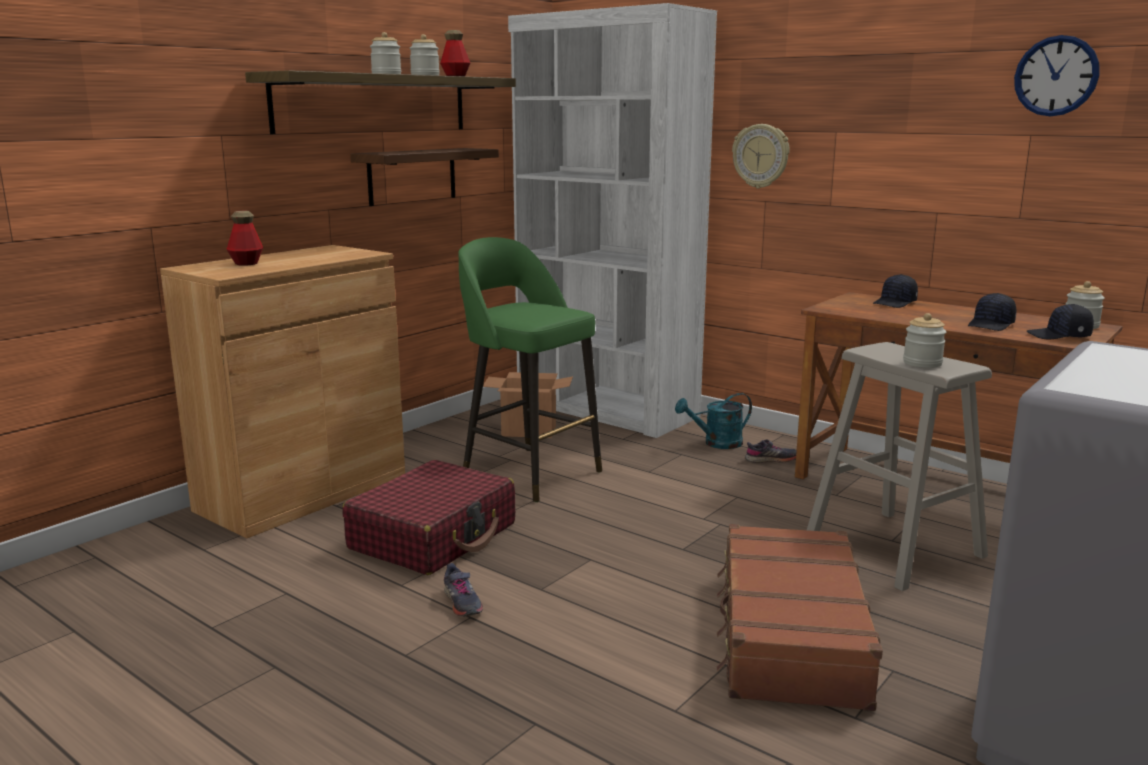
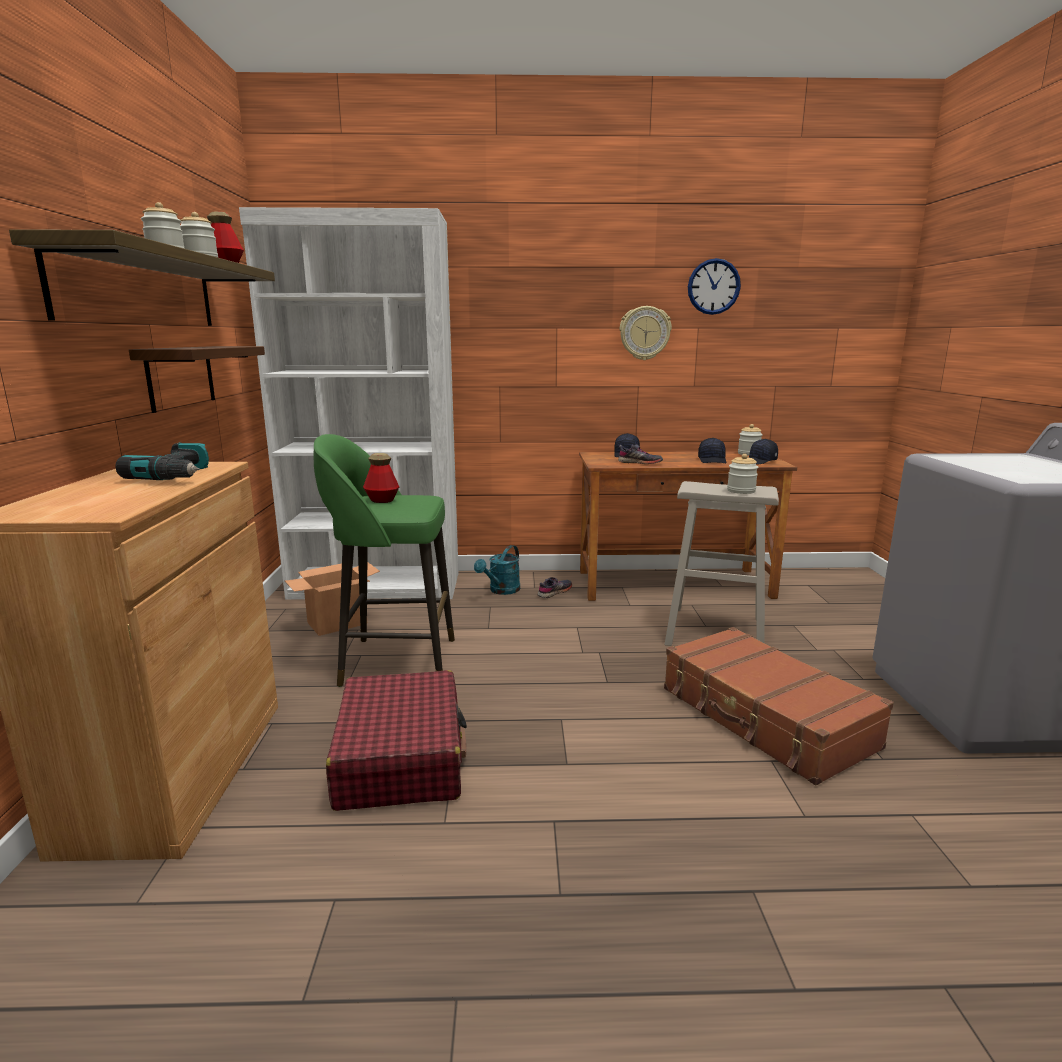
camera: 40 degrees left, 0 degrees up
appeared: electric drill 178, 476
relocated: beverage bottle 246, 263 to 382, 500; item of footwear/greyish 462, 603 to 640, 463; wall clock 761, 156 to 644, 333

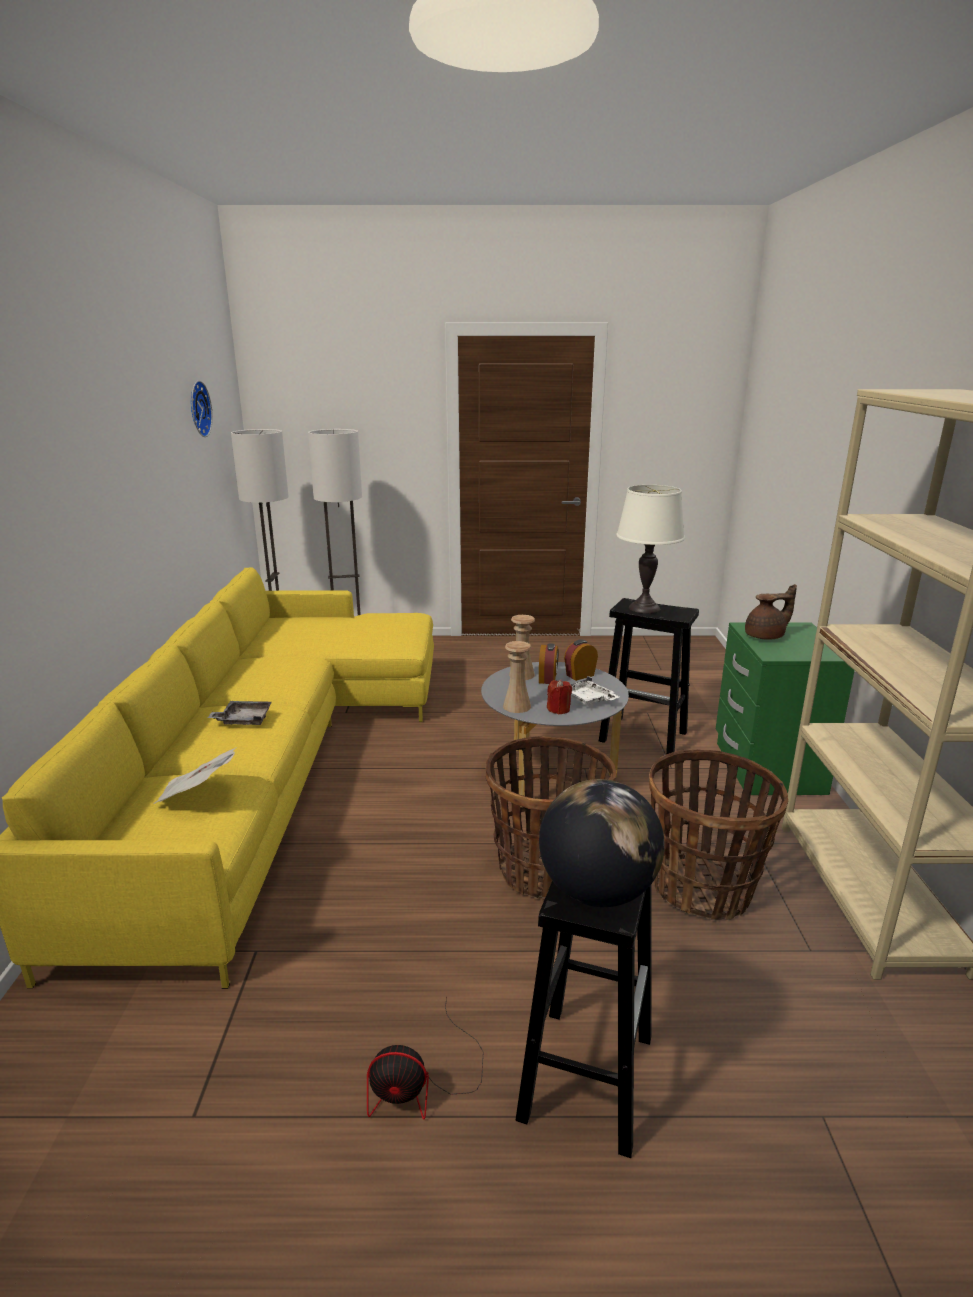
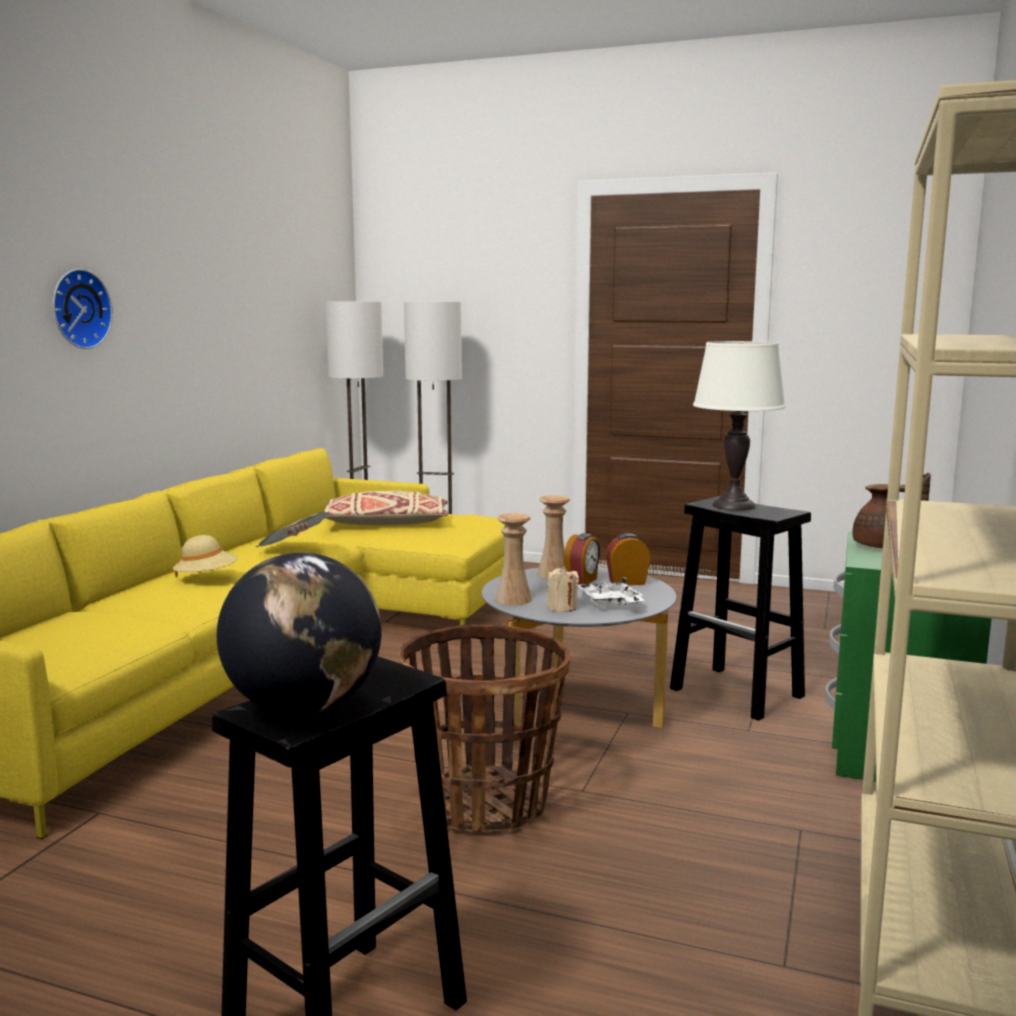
camera: 20 degrees right, 10 degrees down
missing: fan 422, 1084; basket 702, 888
appeared: pillow/sand-coloured 385, 523
relocated: newspaper 198, 794 to 293, 549; wall clock 197, 409 to 78, 309
exchanged: tray/greyish 244, 720 to hat/sand-coloured 206, 578
colour: candle/red 558, 709 to candle/sand-coloured 562, 607

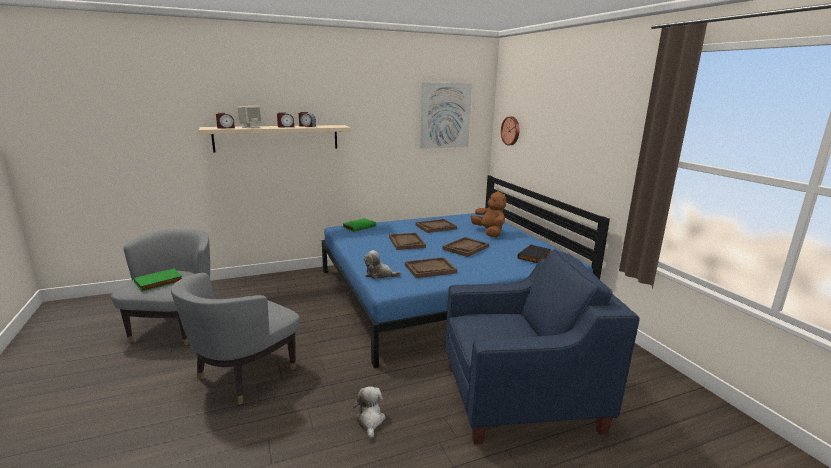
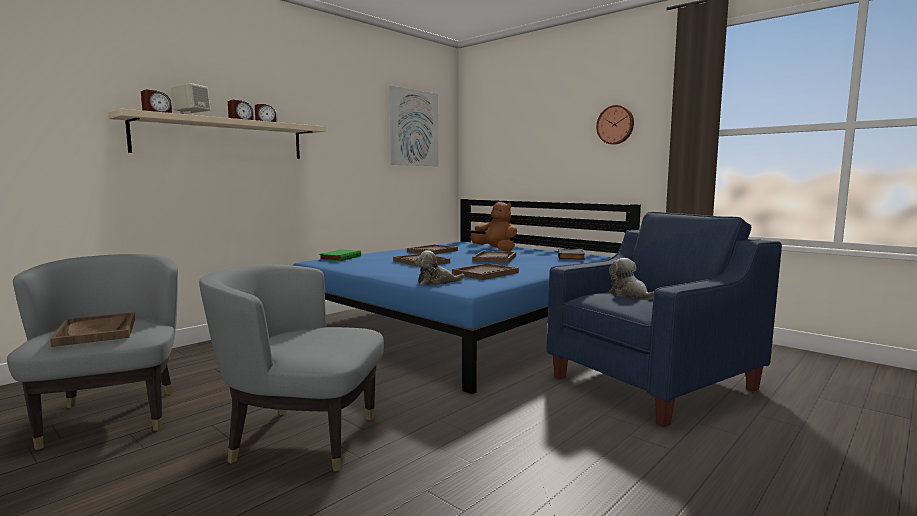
camera: 25 degrees left, 10 degrees down
relocated: plush toy 370, 421 to 630, 295; wall clock 511, 131 to 615, 125
exchanged: book/greenish 159, 282 to tray/brownish 97, 331
spun: armchair/greyish 244, 374 = 302, 438 90 degrees clockwise

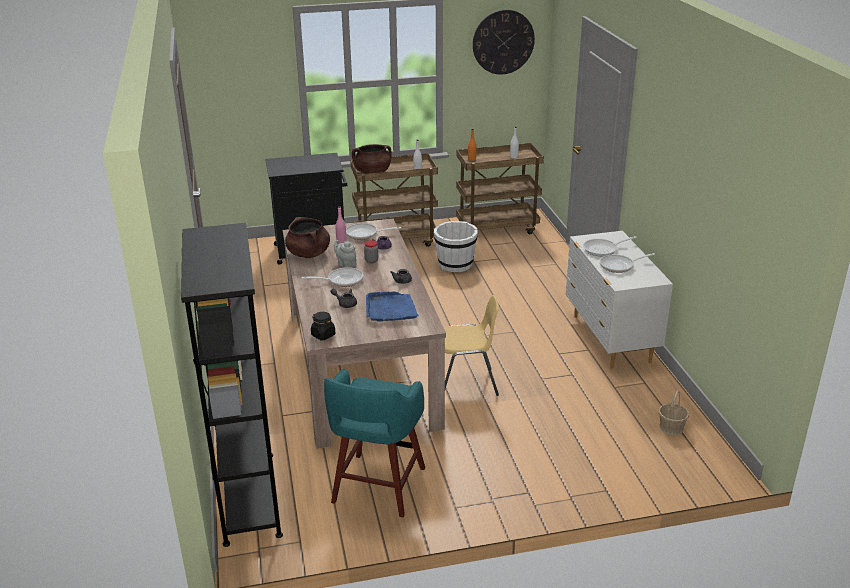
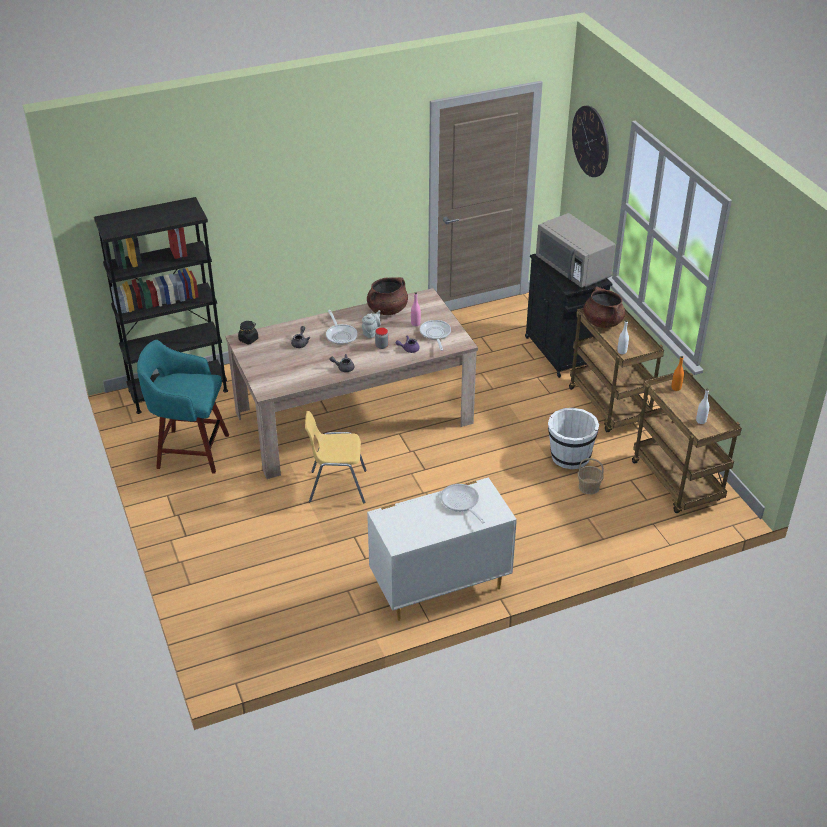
camera: 80 degrees right, 10 degrees up
missing: tray/blue 390, 309; pan 619, 266
appeared: microwave/greyish 573, 269
relocated: wall clock 503, 42 to 591, 141; basket 671, 427 to 589, 487
spun: plain chair/yellowish 467, 384 = 337, 486 105 degrees clockwise

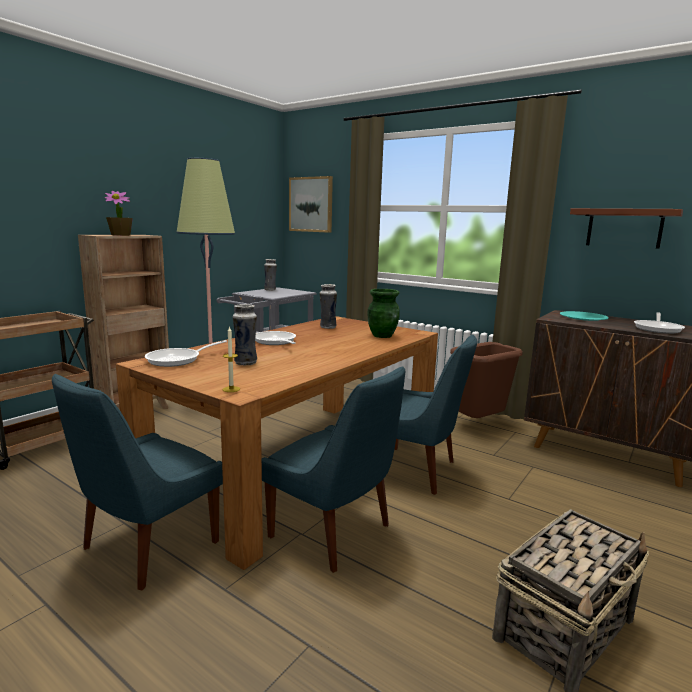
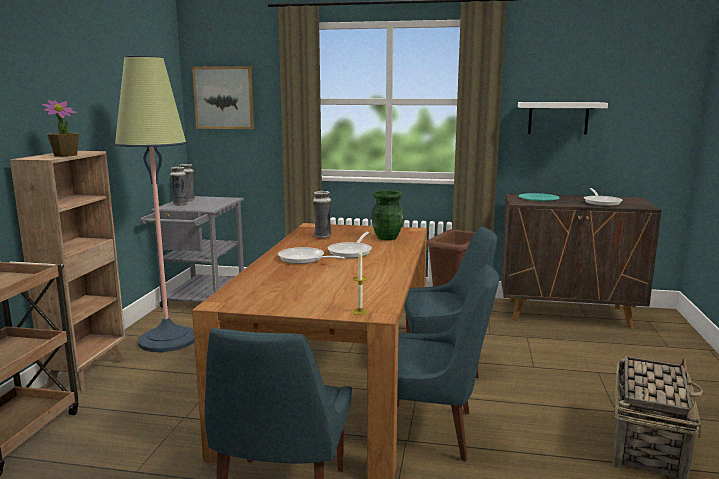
camera: 25 degrees left, 0 degrees up
relocated: pan 178, 360 to 352, 252; vase 245, 362 to 180, 204
colour: wall shelf/brownish 624, 228 to wall shelf/white 558, 118

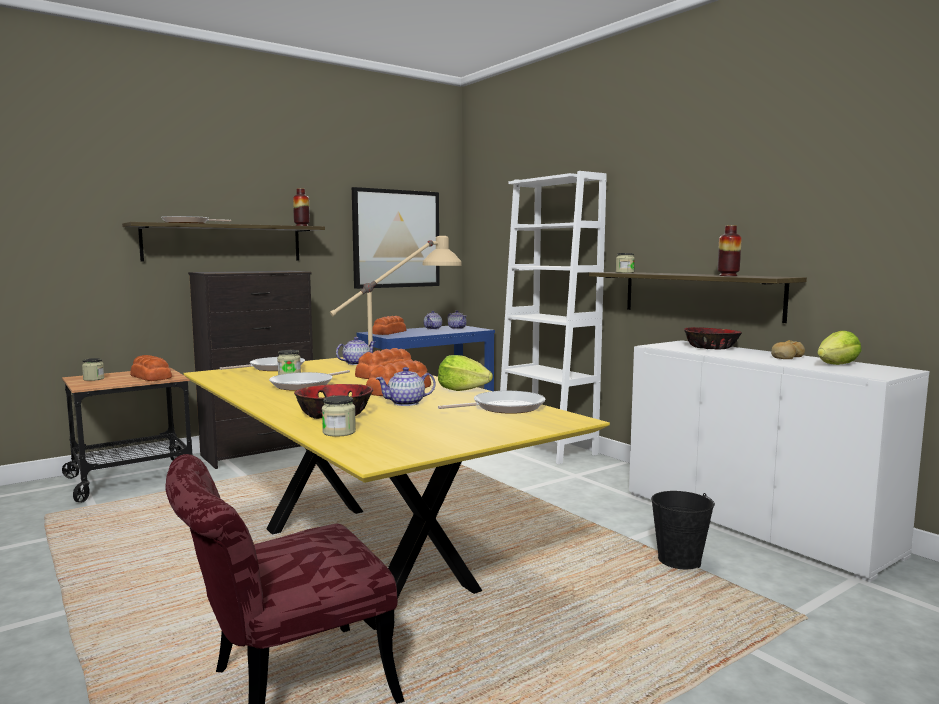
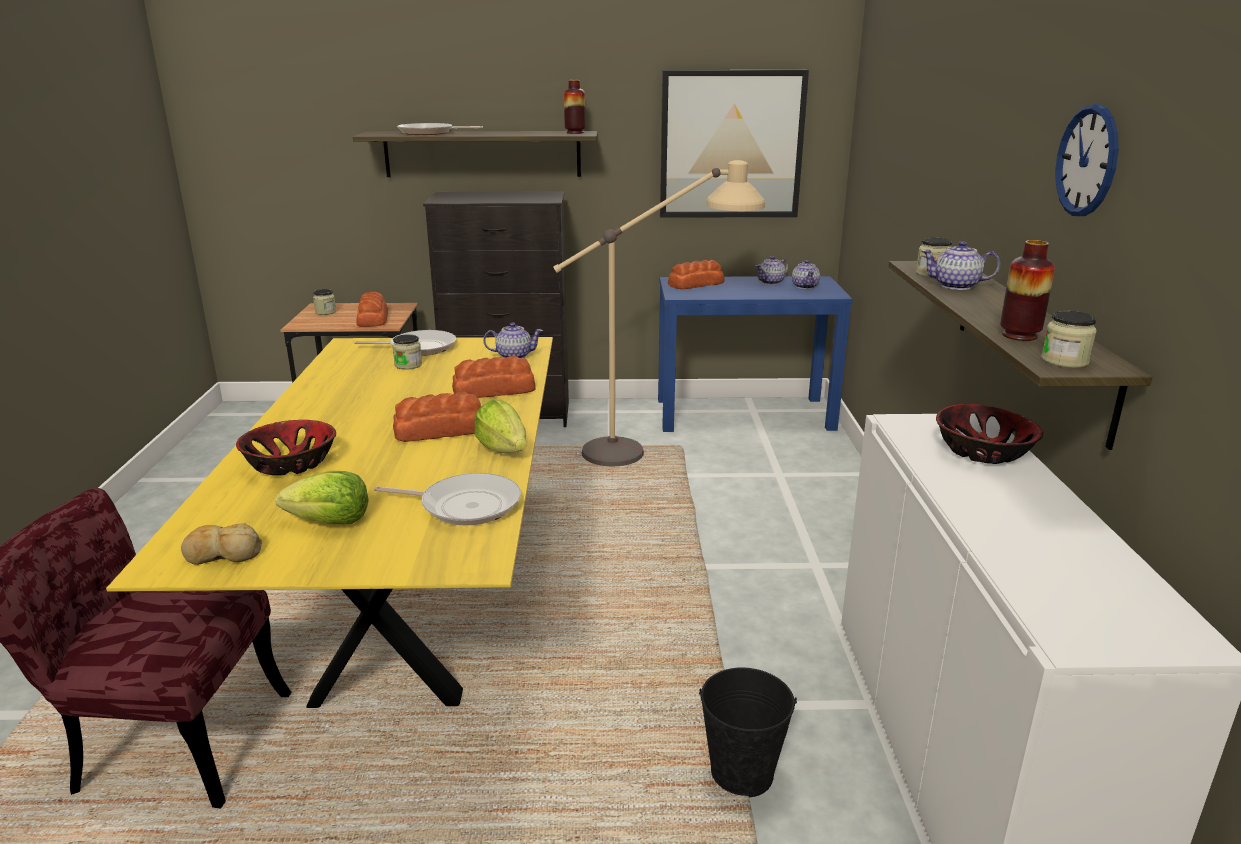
camera: 35 degrees right, 15 degrees up
missing: pan 305, 385; shelving unit/white 546, 448
appeared: wall clock 1087, 161
relocated: jar 339, 432 to 1064, 361; pot for tea 406, 403 to 956, 286; bread 787, 357 to 223, 554; head of lettuce 836, 365 to 330, 522

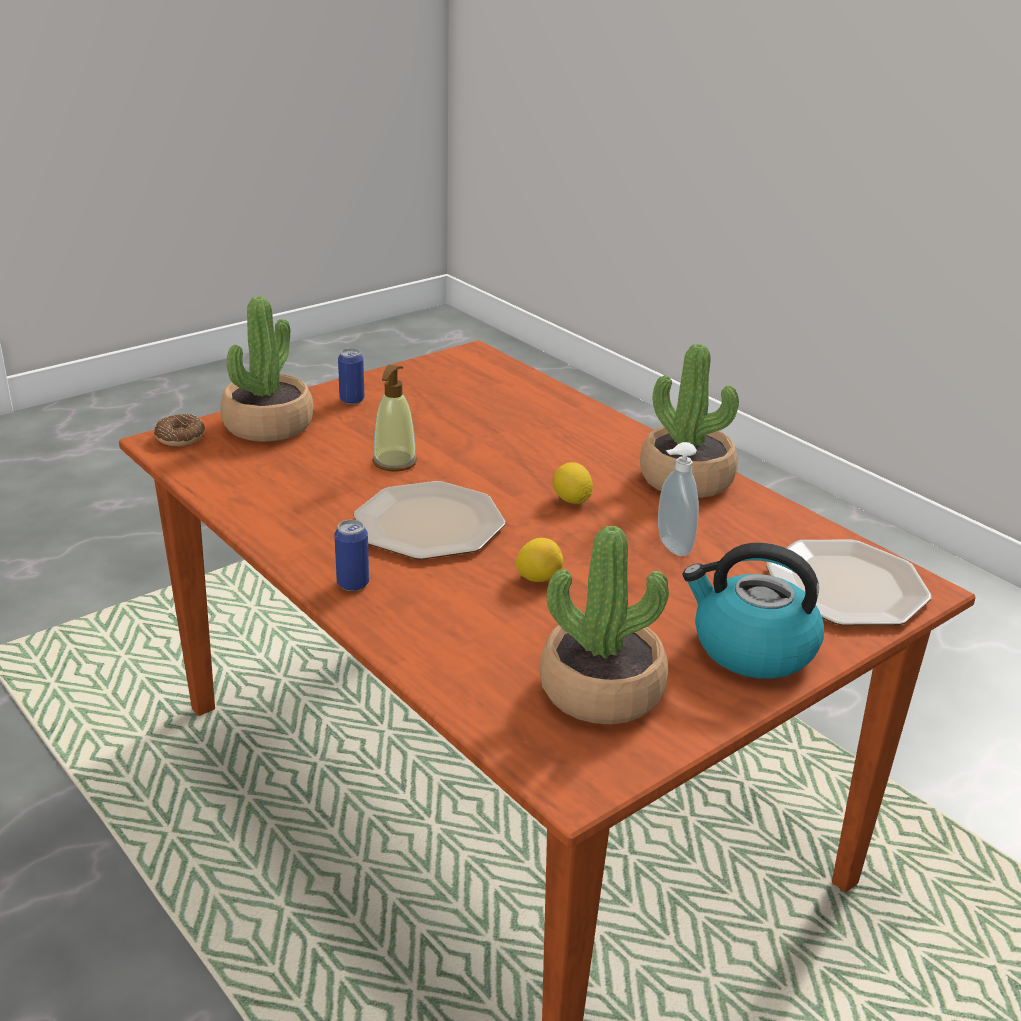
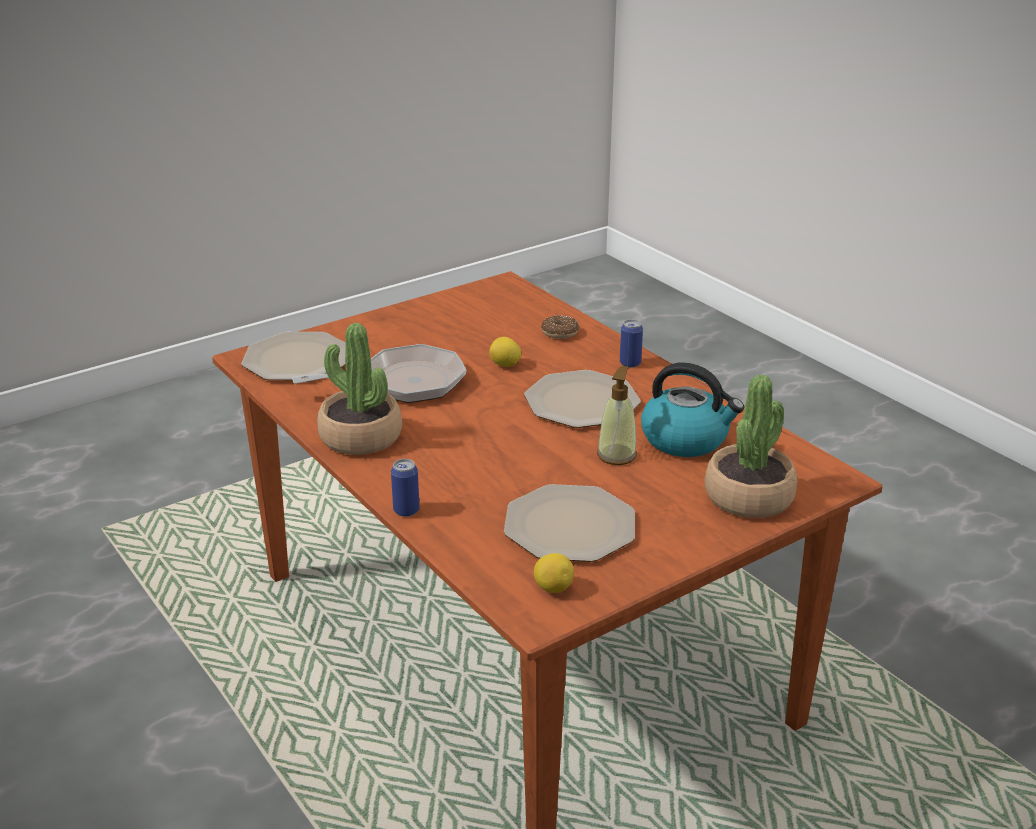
camera: 175 degrees left, 0 degrees up
missing: houseplant 601, 690
appeared: dinner plate 571, 526
relocated: donut 180, 438 to 560, 333; can 352, 400 to 406, 510; citrus fruit 571, 500 to 553, 588; kettle 751, 648 to 686, 439
exchanged: soap bottle 671, 547 to pan 403, 383

